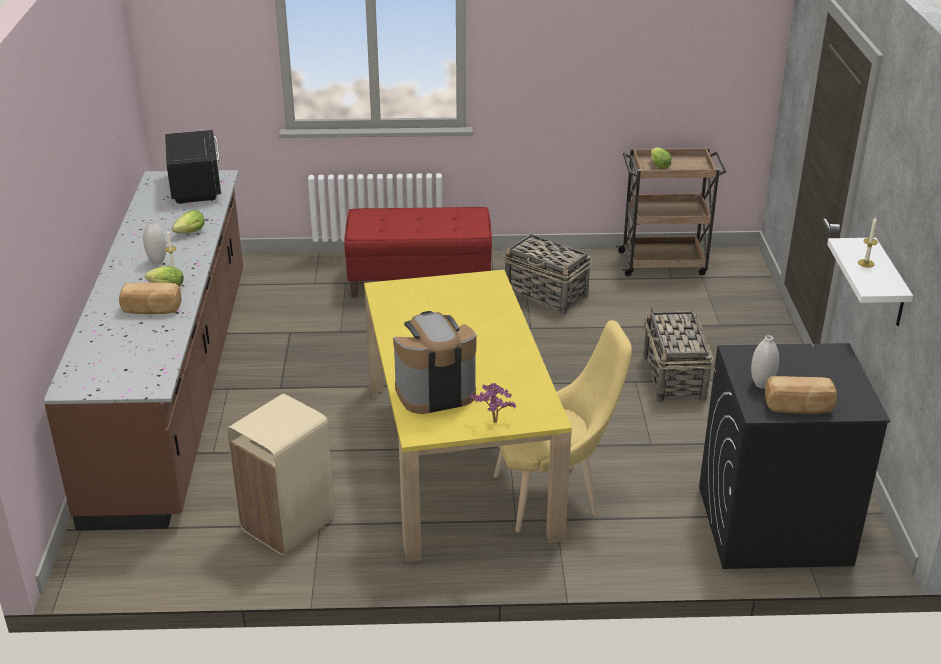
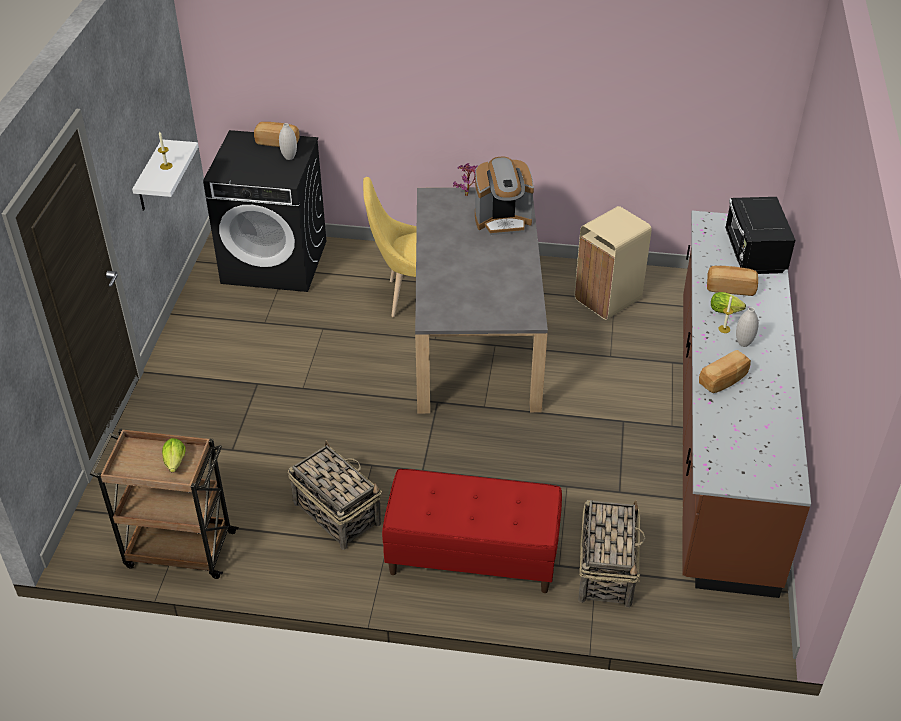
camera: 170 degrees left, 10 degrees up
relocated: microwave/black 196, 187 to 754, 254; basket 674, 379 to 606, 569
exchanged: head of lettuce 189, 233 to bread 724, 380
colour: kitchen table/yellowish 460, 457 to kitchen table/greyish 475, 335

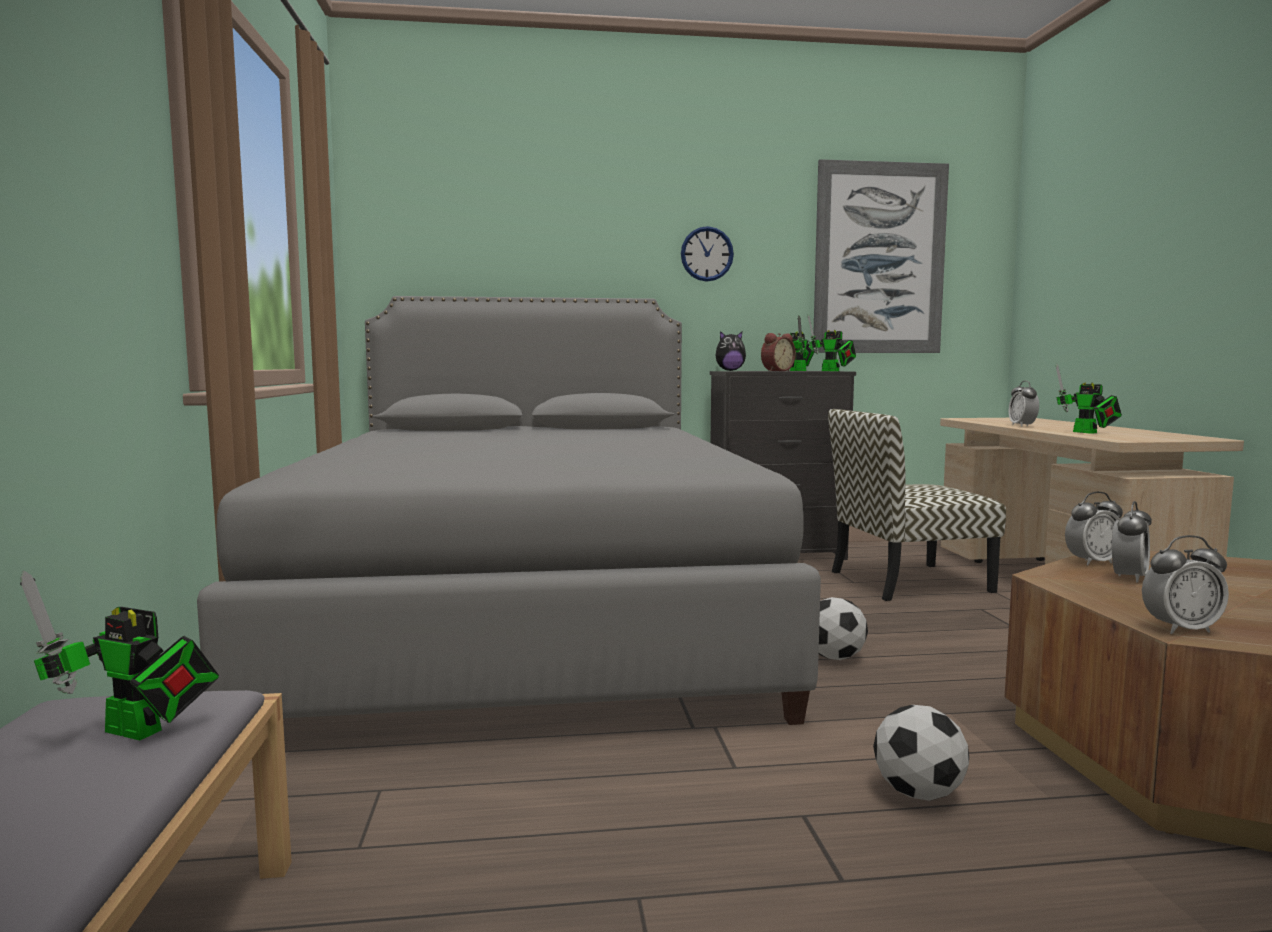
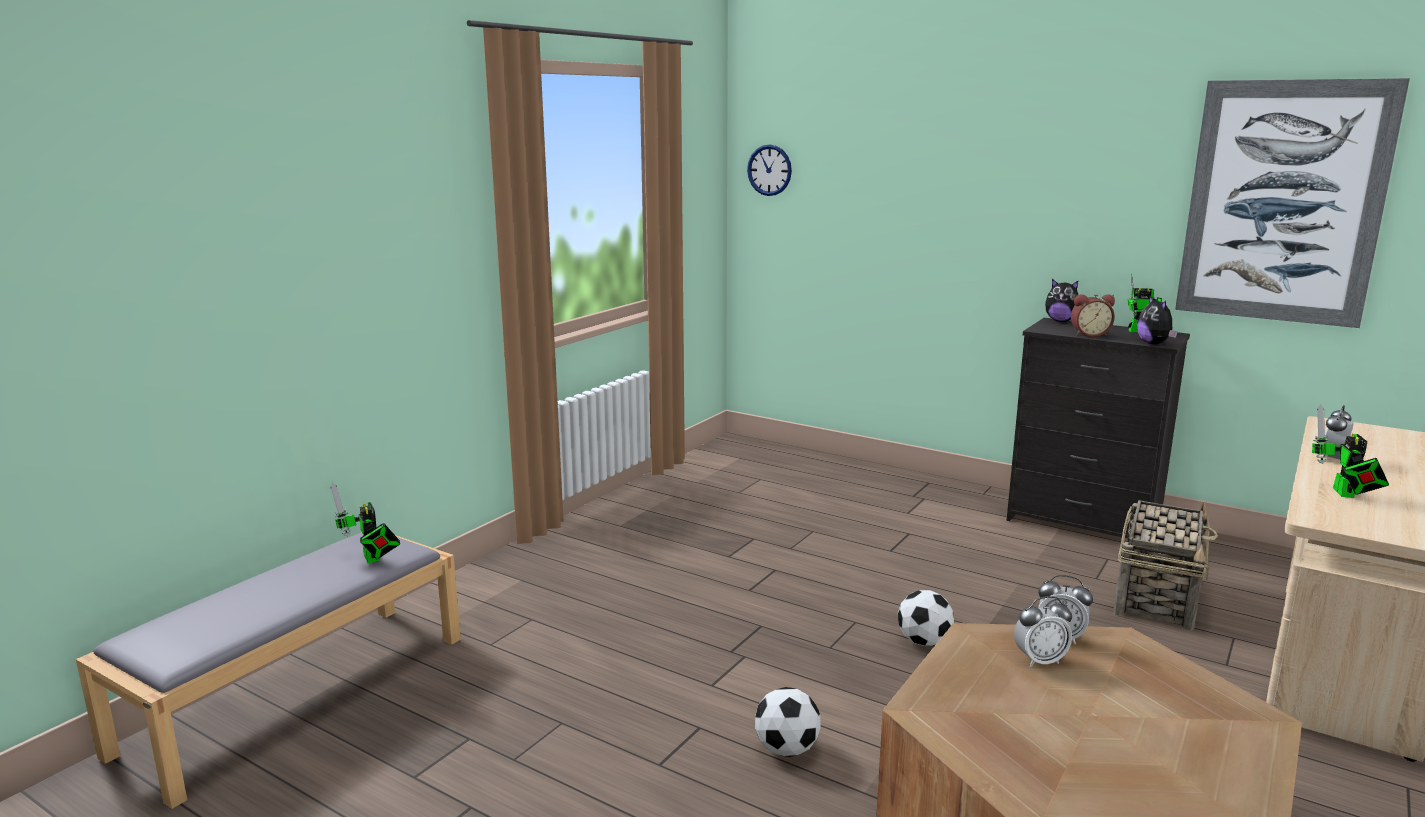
camera: 40 degrees right, 10 degrees up
missing: sleeping bed/greyish 529, 615; alarm clock 1181, 629
relocated: wall clock 707, 254 to 769, 170
exchanged: model robot 833, 371 to plush toy 1154, 344; plain chair 907, 582 to basket 1156, 596

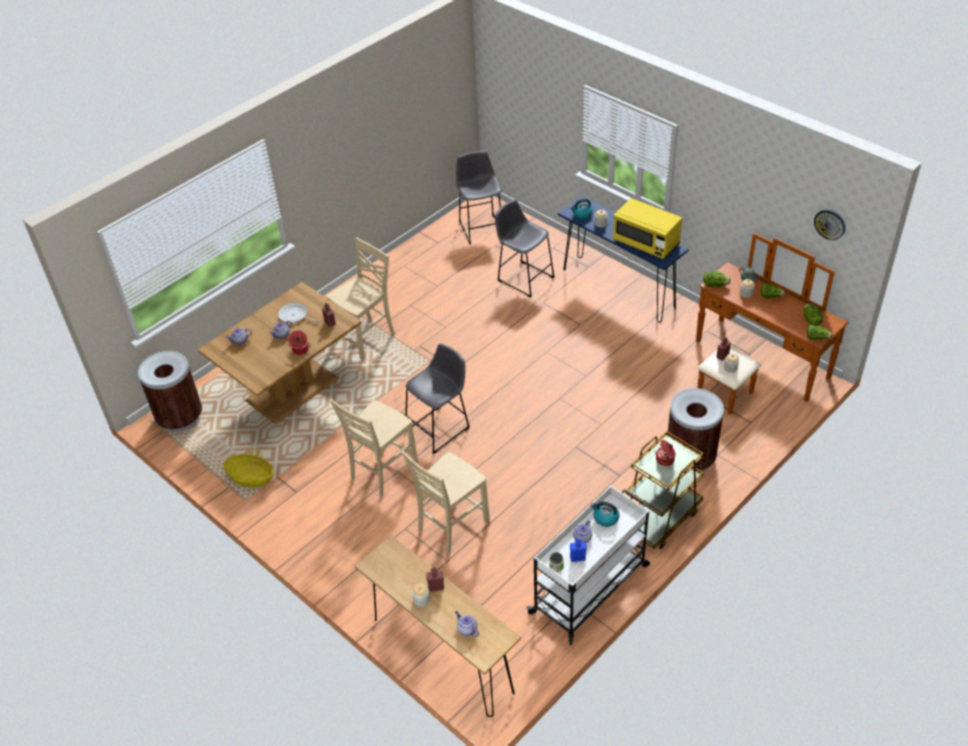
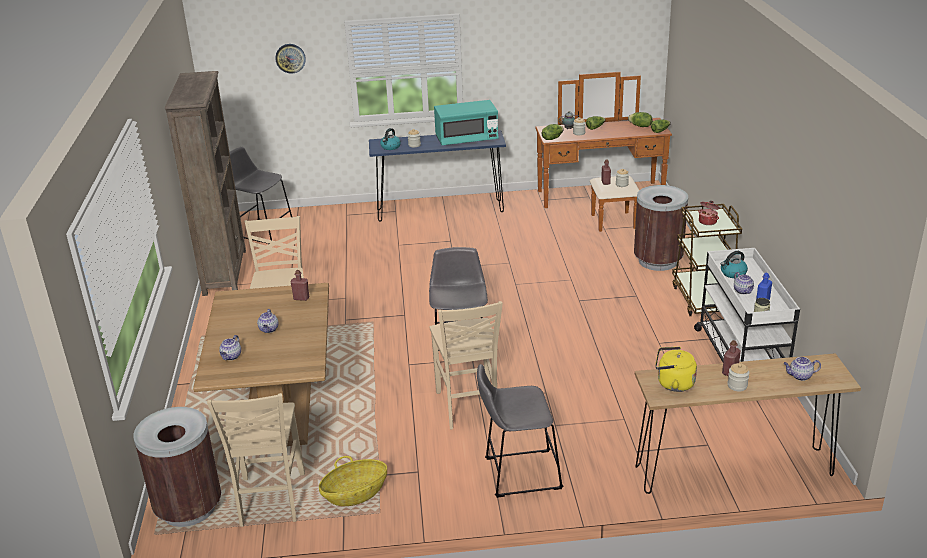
camera: 50 degrees left, 15 degrees down
missing: pan 294, 316; stockpot 300, 350
appeared: shelving unit/brownish 225, 272; kettle/yellowish 673, 383
relocated: plain chair/sand-coloured 451, 527 to 270, 500; stool/greyish 523, 277 to 518, 473; wall clock 830, 224 to 290, 58
colour: microwave/yellowish 646, 243 to microwave/turquoise-coloured 466, 139

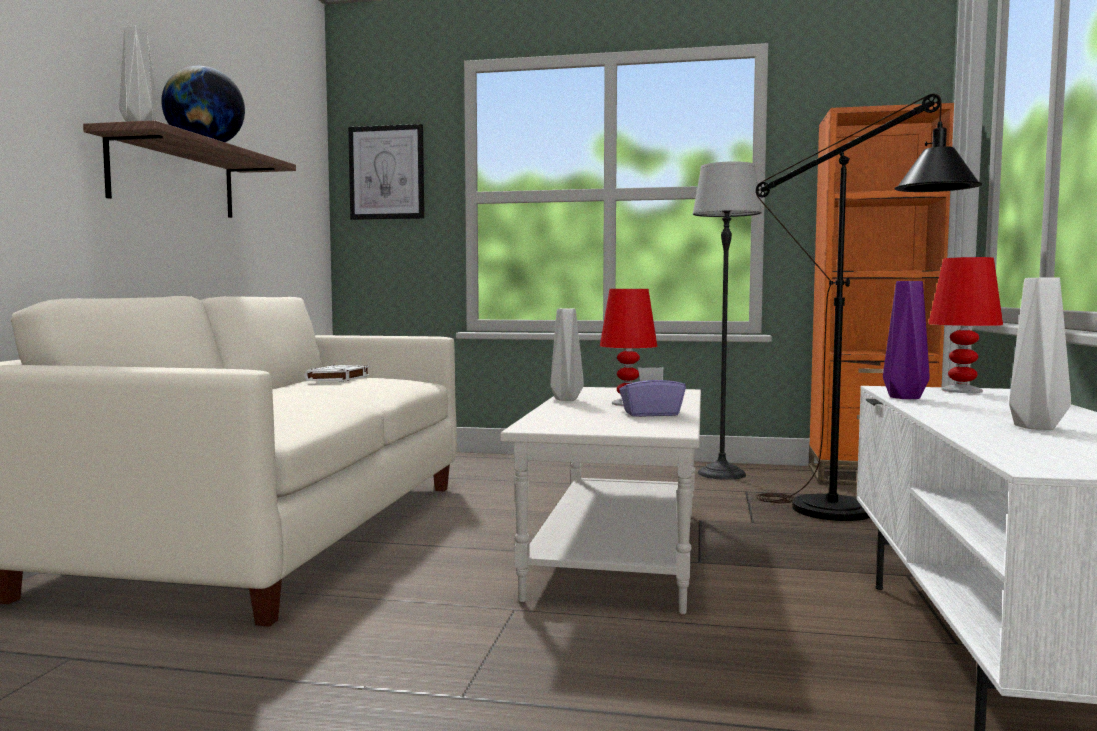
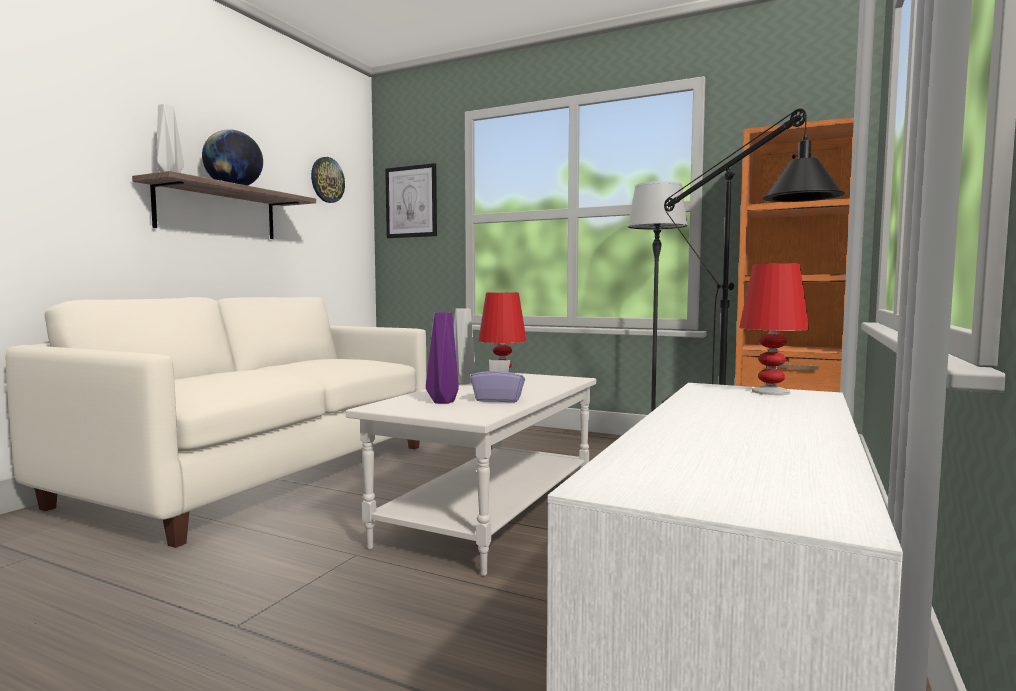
camera: 15 degrees right, 0 degrees up
missing: book/white 338, 378; vase/white 1032, 426
appeared: wall clock 327, 180
relocated: vase/purple 903, 398 to 441, 402

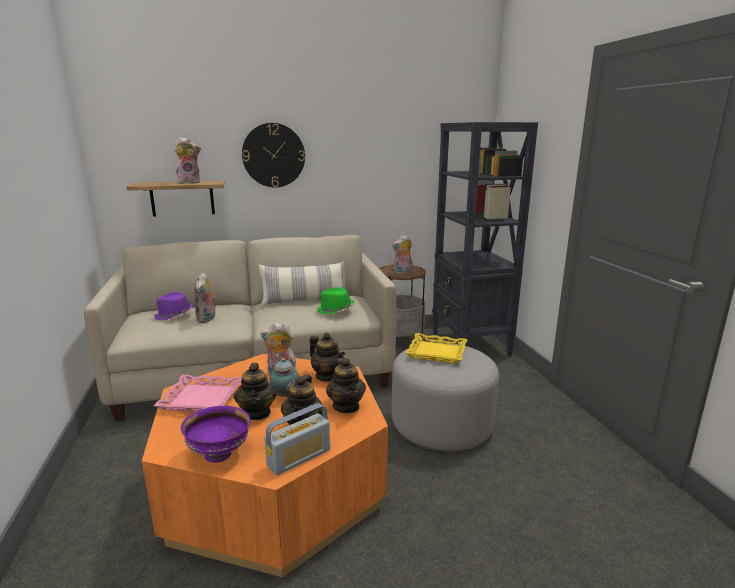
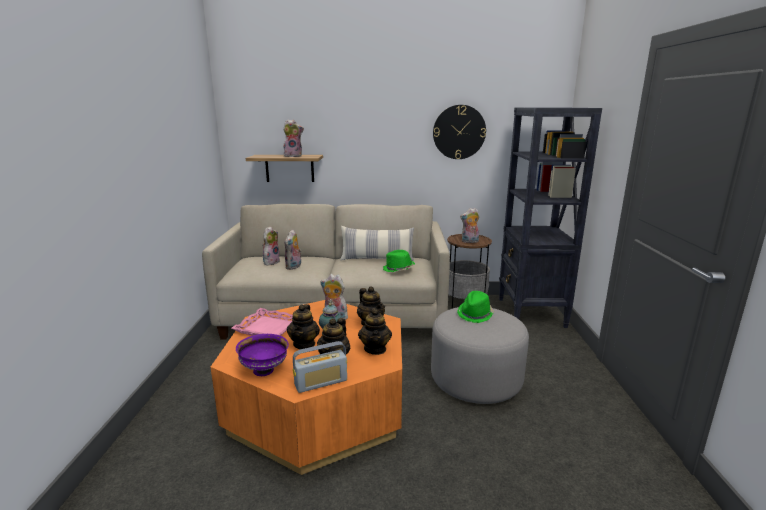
camera: 15 degrees right, 0 degrees up
relocated: wall clock 273, 155 to 459, 132
exchanged: hat/purple 174, 316 to plush toy 271, 262; tray/yellowish 437, 352 to hat/greenish 475, 314

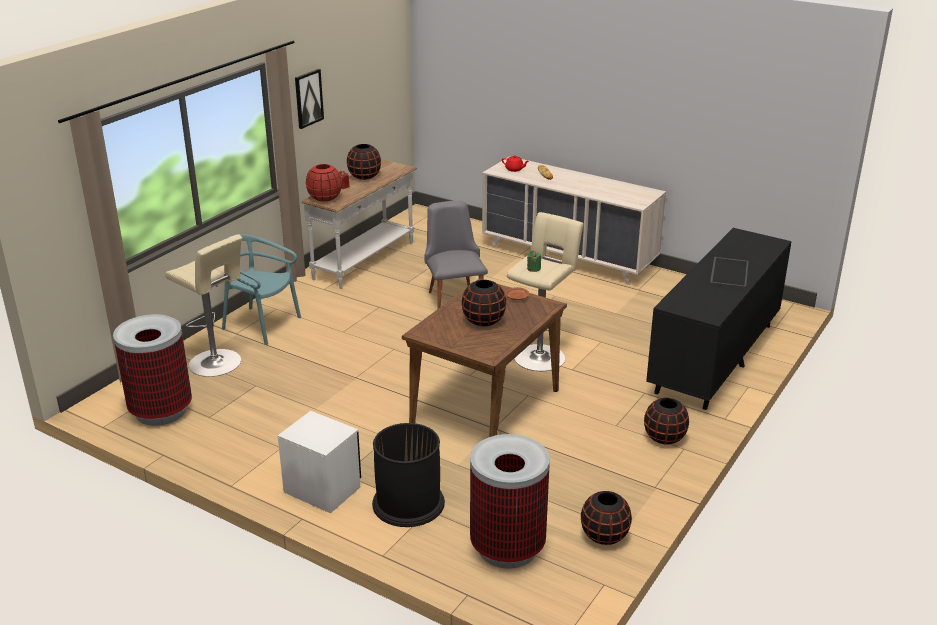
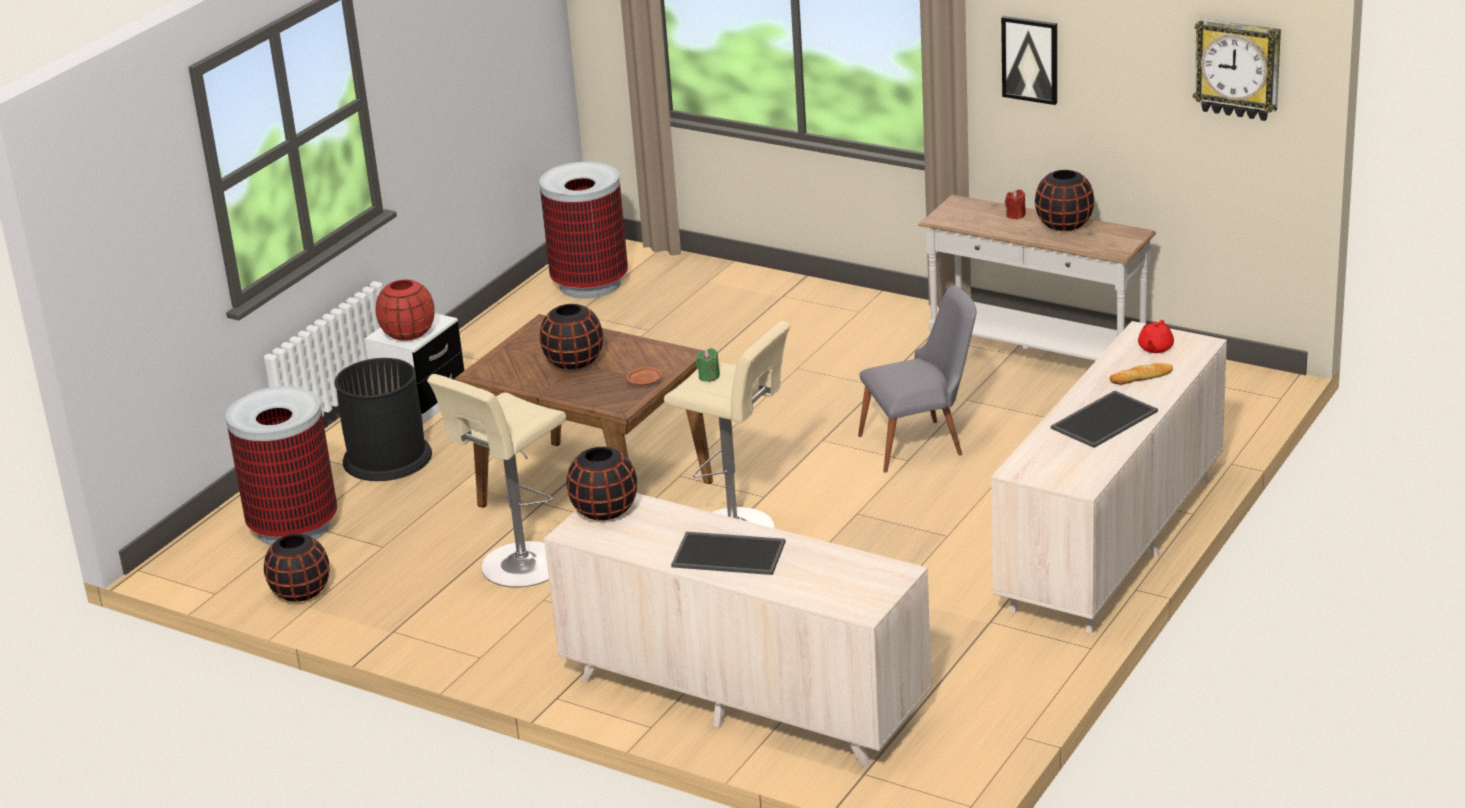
camera: 90 degrees right, 0 degrees up
missing: plain chair/turquoise-coloured 261, 325
appeared: tray 1104, 419; wall clock 1238, 68
relocated: stool/sand-coloured 217, 364 to 518, 567; vase/red 324, 198 to 408, 334; vase/black 664, 437 to 604, 511
colour: drawer chest/black 714, 358 to drawer chest/sand-coloured 742, 697

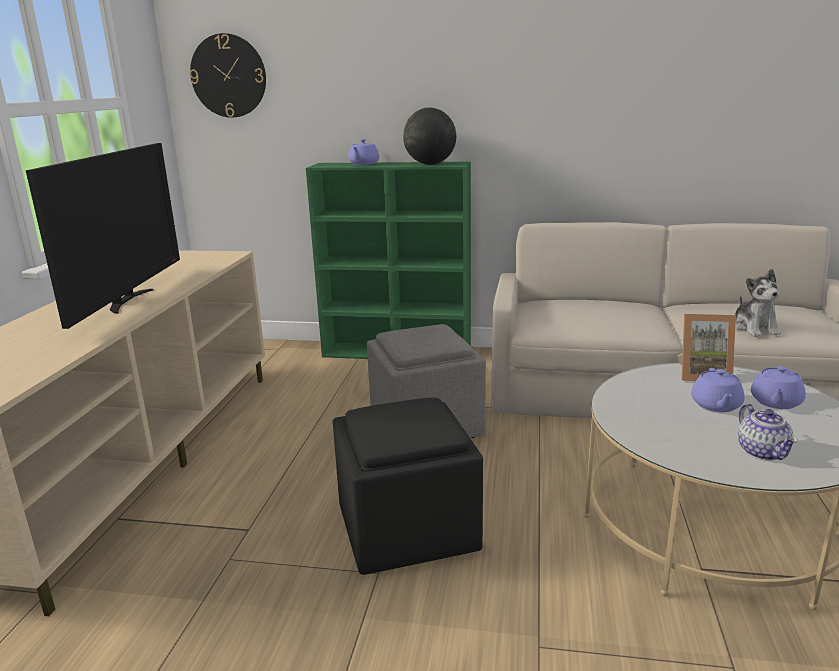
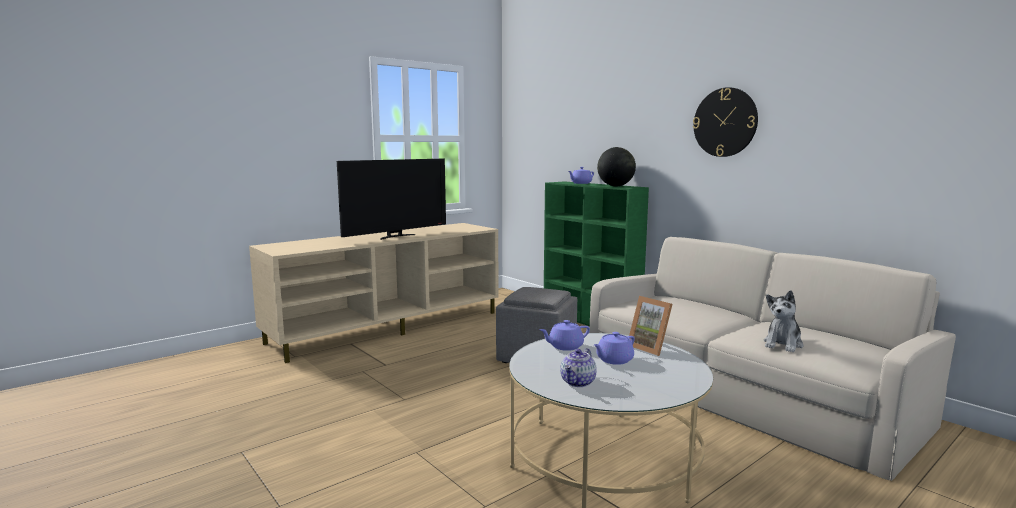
camera: 40 degrees right, 10 degrees down
missing: footrest/black 408, 530
relocated: wall clock 228, 76 to 725, 122; pot for tea/purple 775, 402 to 565, 346

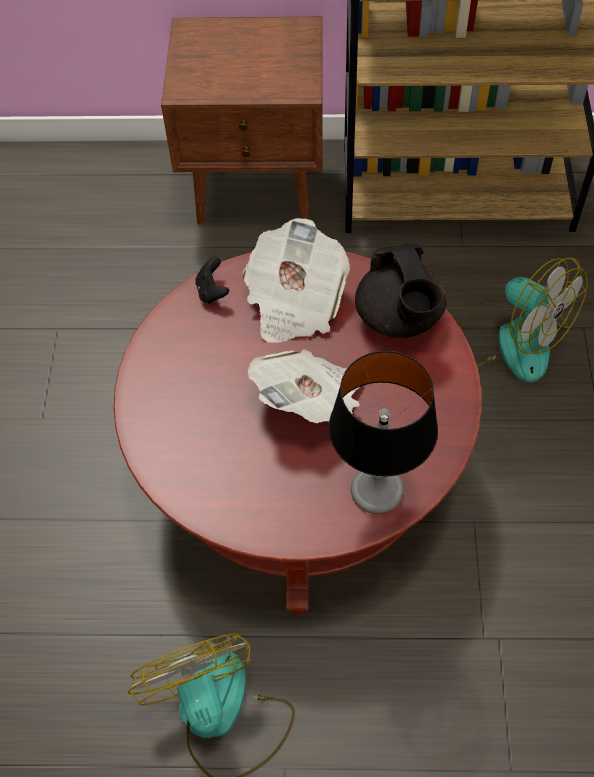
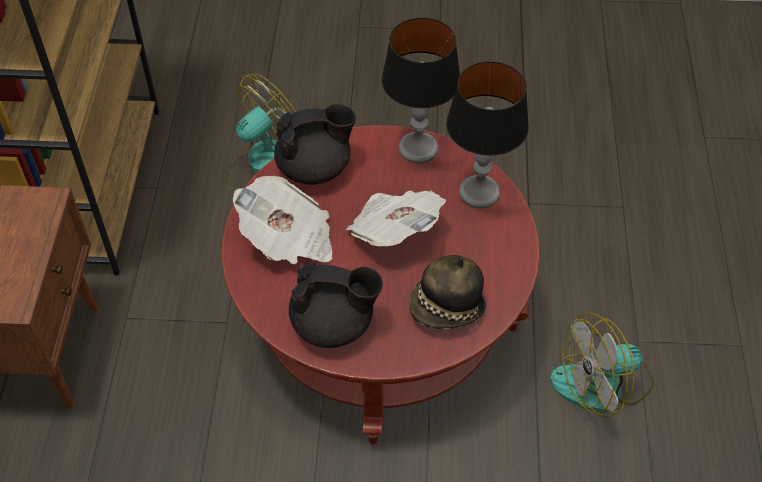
camera: 90 degrees left, 5 degrees down
missing: gamepad/black 212, 291
appeared: pot for tea/black 334, 324; table lamp 418, 149; hat 446, 308

